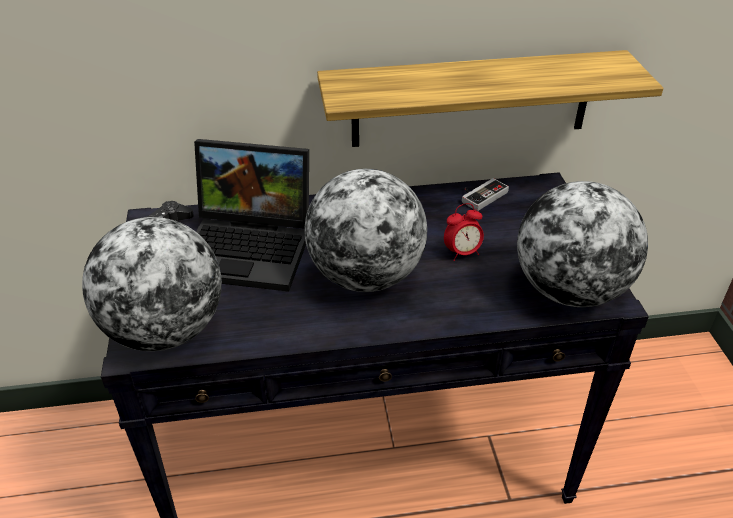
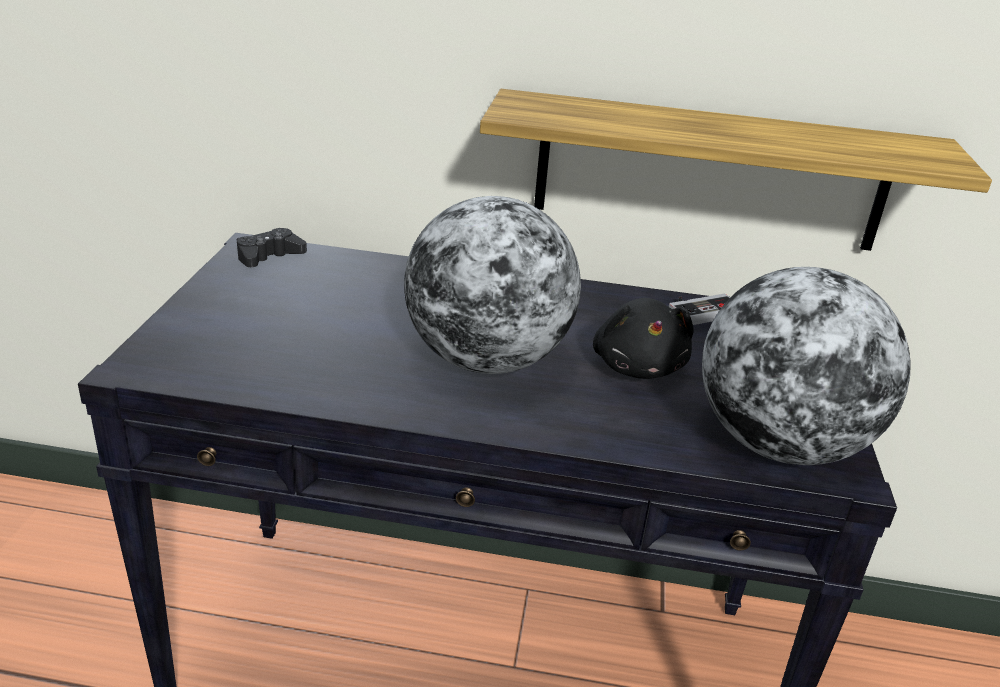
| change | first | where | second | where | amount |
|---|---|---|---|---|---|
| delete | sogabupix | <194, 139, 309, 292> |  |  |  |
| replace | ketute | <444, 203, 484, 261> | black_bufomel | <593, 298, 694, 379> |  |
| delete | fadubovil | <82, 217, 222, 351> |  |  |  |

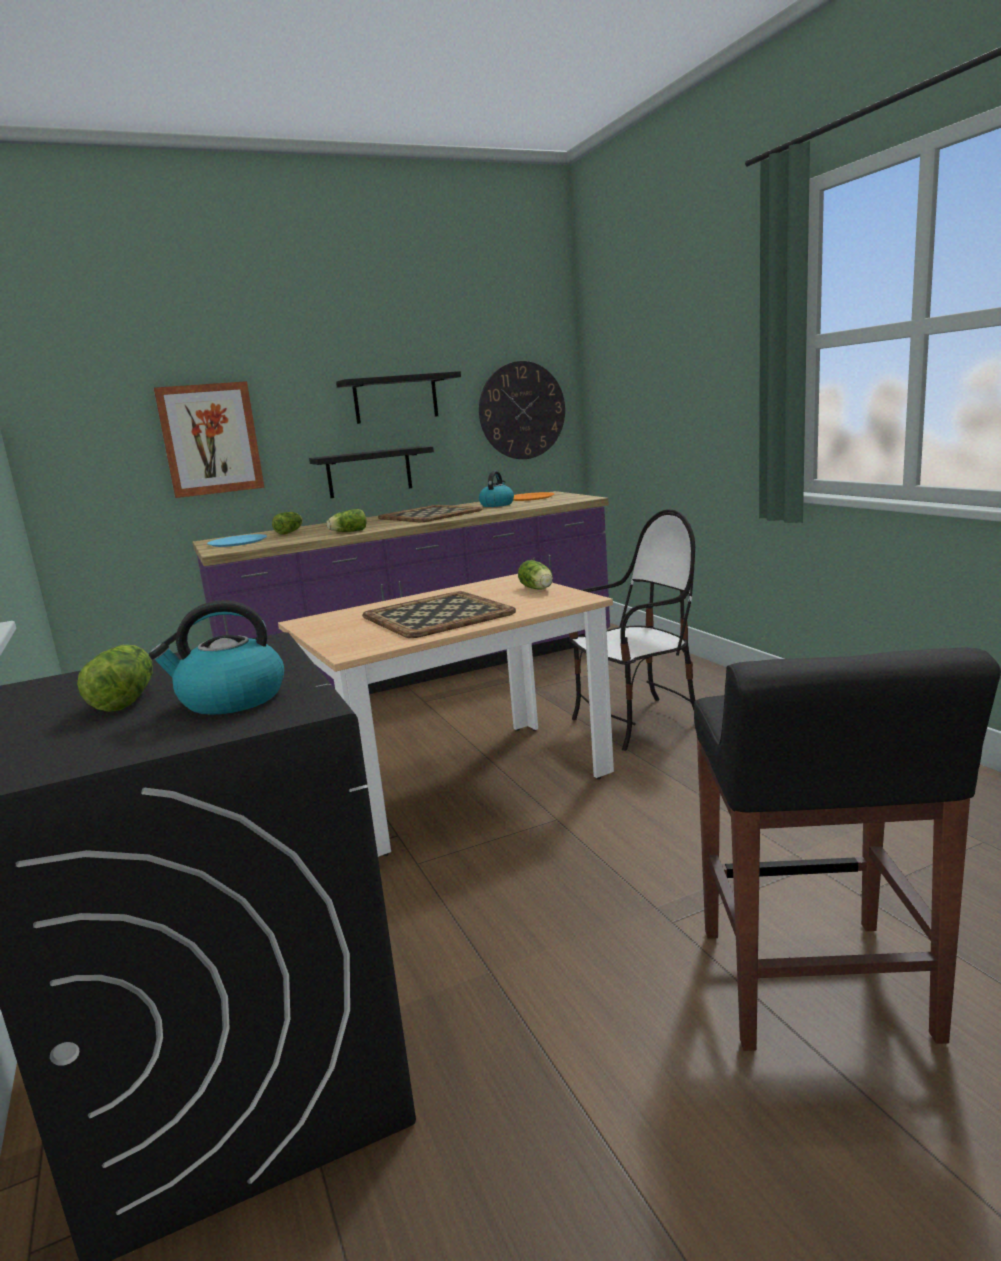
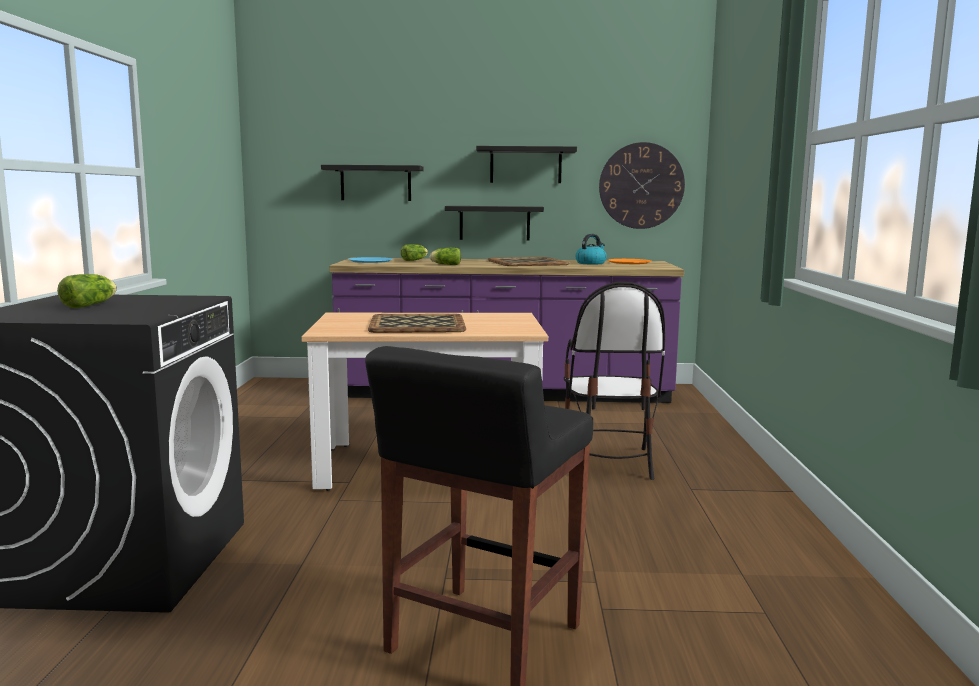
| change | first | where | second | where | amount |
|---|---|---|---|---|---|
| replace | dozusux | <154, 381, 265, 498> | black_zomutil | <321, 165, 424, 201> |  |
| rotate | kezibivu | <569, 509, 696, 751> |  | <564, 282, 665, 480> | 90 degrees clockwise |
| delete | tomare | <518, 560, 553, 590> |  |  |  |
| delete | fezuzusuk | <149, 600, 284, 715> |  |  |  |

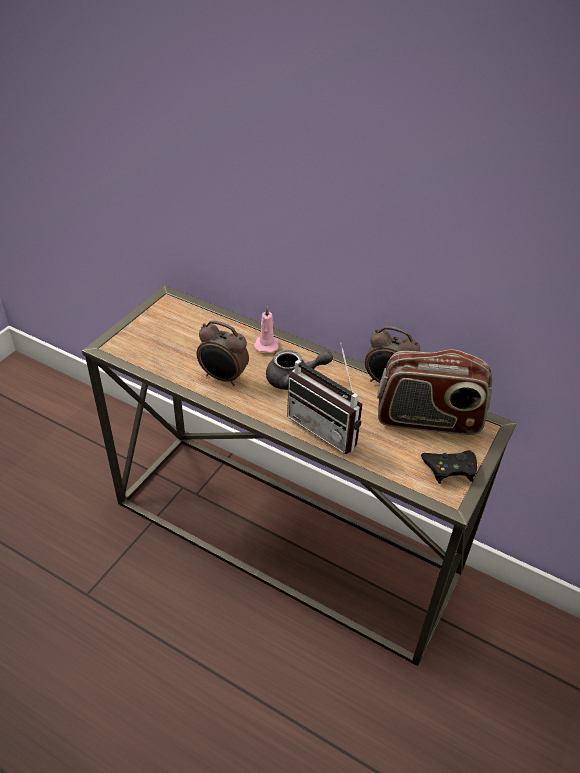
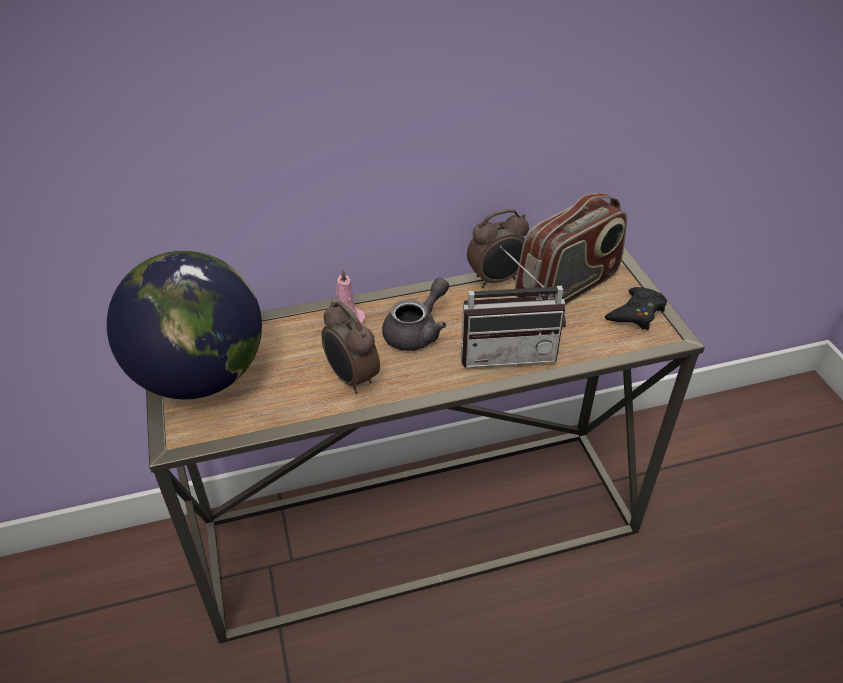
| change | first | where | second | where | amount |
|---|---|---|---|---|---|
| rotate | ketute | <197, 320, 249, 386> |  | <322, 301, 380, 394> | 75 degrees clockwise |
| insert |  |  | fadubovil | <107, 251, 262, 399> |  |

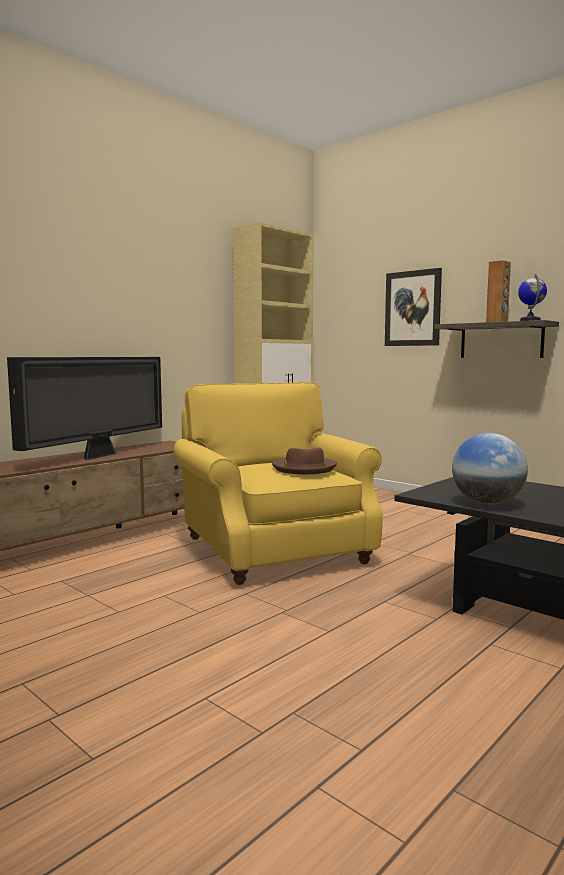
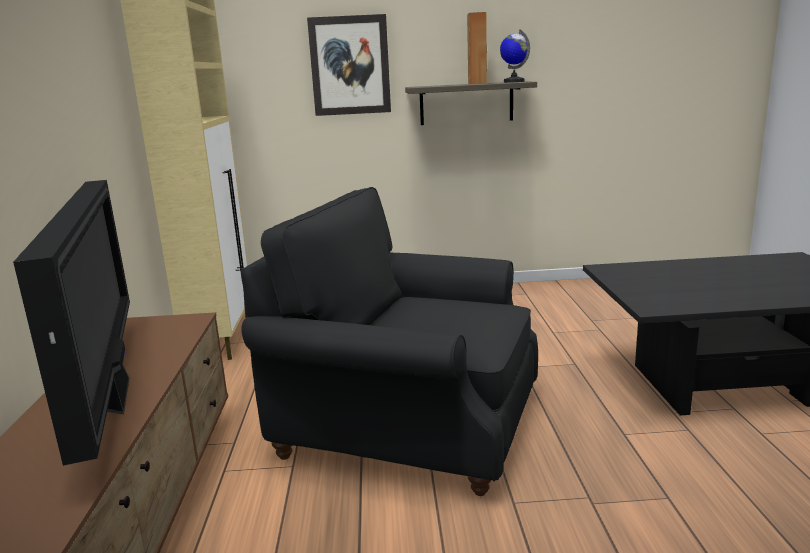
| change | first | where | second | where | amount |
|---|---|---|---|---|---|
| recolor | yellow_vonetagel | <174, 382, 383, 585> | black_vonetagel | <241, 187, 538, 496> |  |
| delete | fadubovil | <452, 433, 528, 505> |  |  |  |
| delete | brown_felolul | <272, 448, 337, 474> |  |  |  |

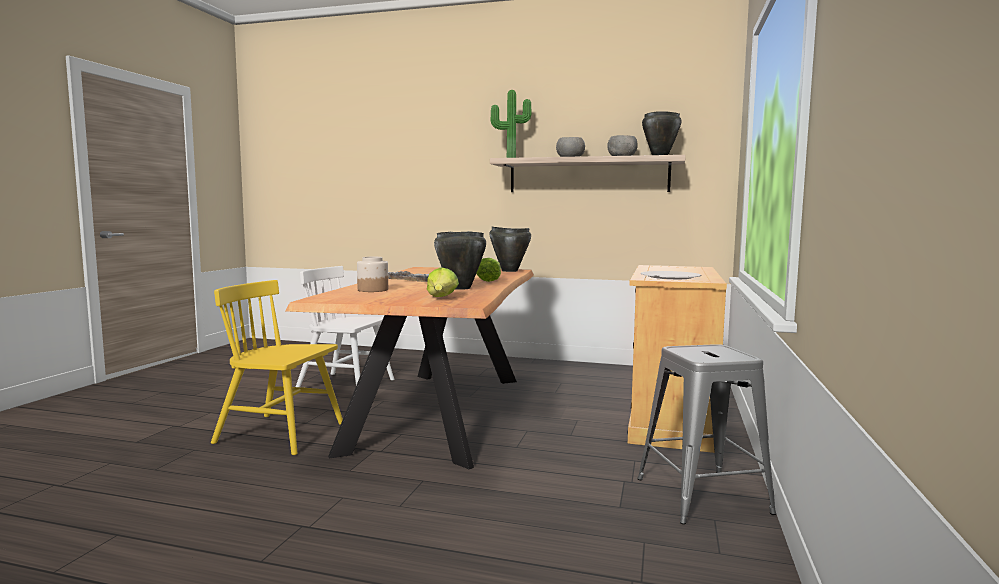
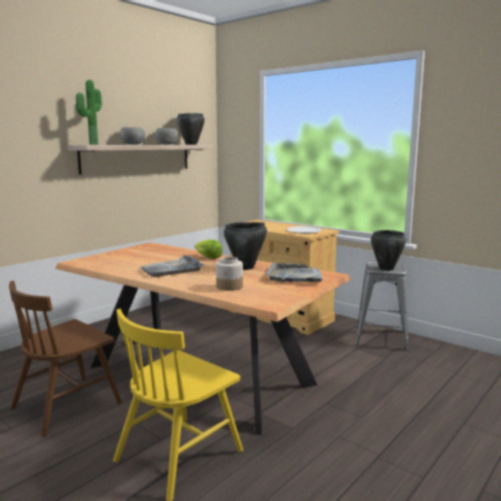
| change | first | where | second | where | amount |
|---|---|---|---|---|---|
| move | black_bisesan | <489, 226, 531, 272> |  | <371, 230, 406, 271> |  |
| recolor | white_kezibivu | <296, 266, 394, 387> | brown_kezibivu | <9, 281, 122, 437> |  |
| replace | tomare | <427, 267, 459, 297> | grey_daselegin | <266, 263, 323, 282> |  |

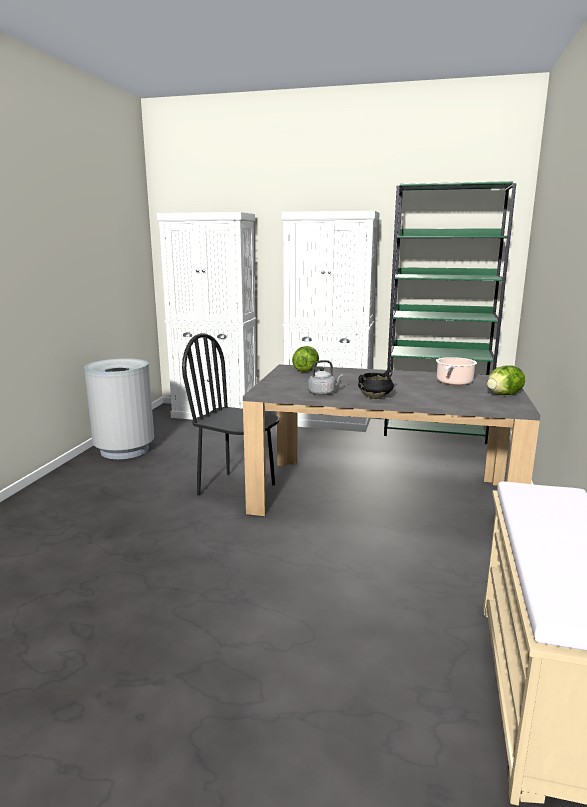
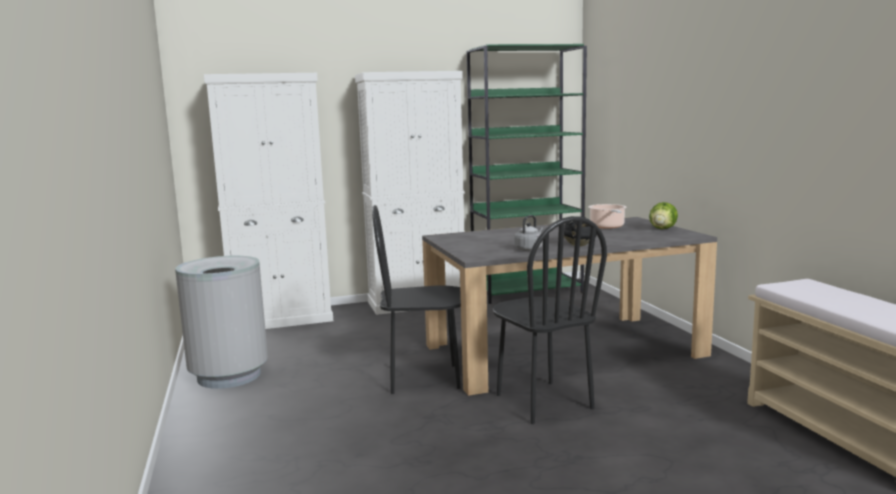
| change | first | where | second | where | amount |
|---|---|---|---|---|---|
| delete | tomare | <292, 346, 319, 372> |  |  |  |
| insert |  |  | black_kezibivu | <493, 216, 607, 424> |  |

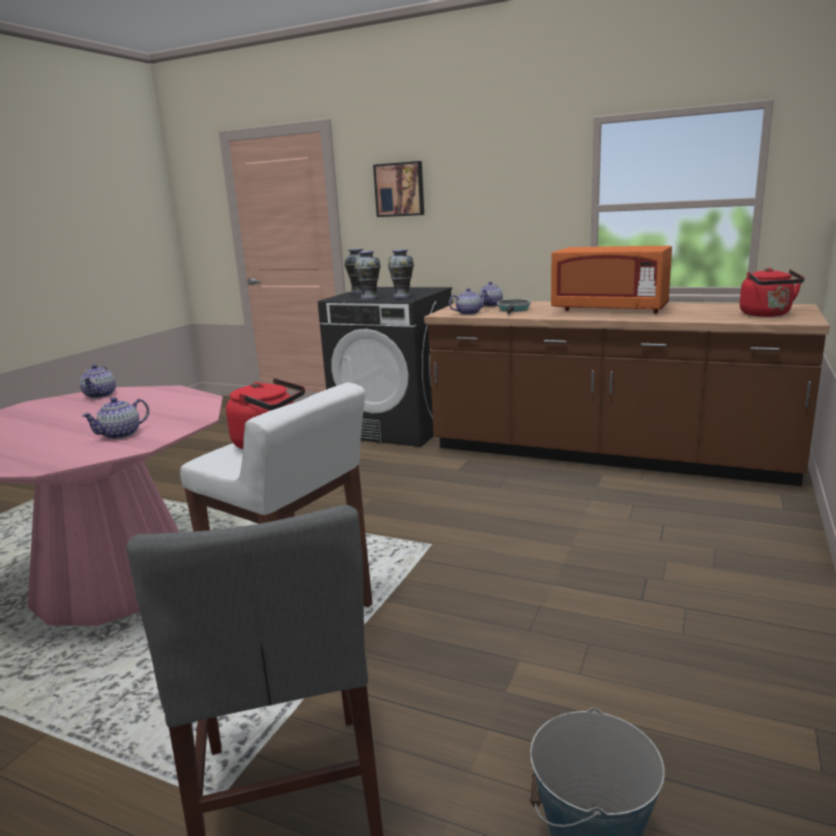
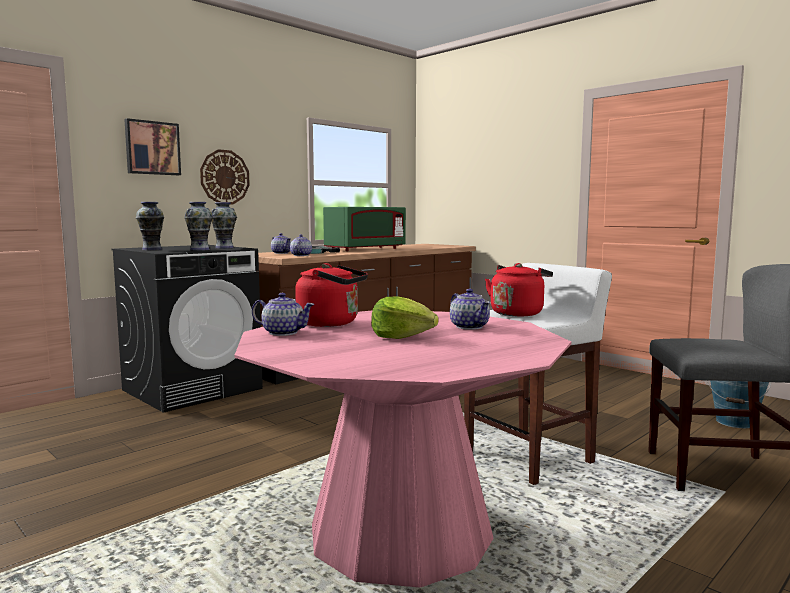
| change | first | where | second | where | amount |
|---|---|---|---|---|---|
| recolor | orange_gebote | <551, 246, 672, 313> | green_gebote | <323, 207, 406, 251> |  |
| move | red_fezuzusuk | <739, 267, 805, 317> |  | <295, 263, 368, 327> |  |
| insert |  |  | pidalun | <200, 149, 250, 205> |  |
| insert |  |  | tomare | <371, 296, 439, 339> |  |

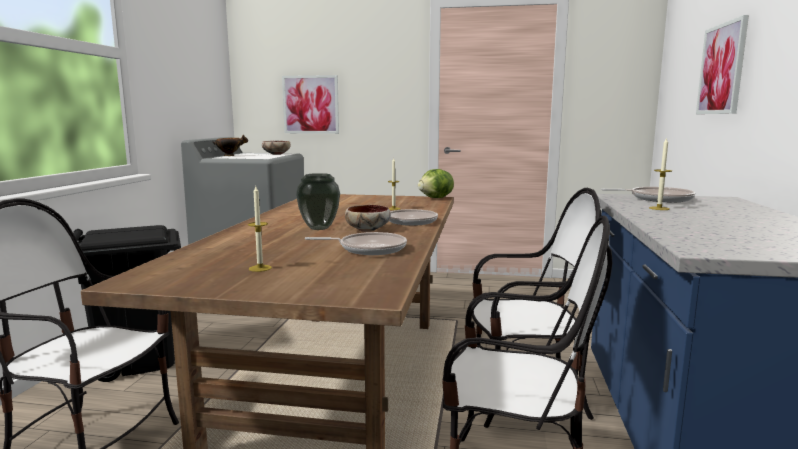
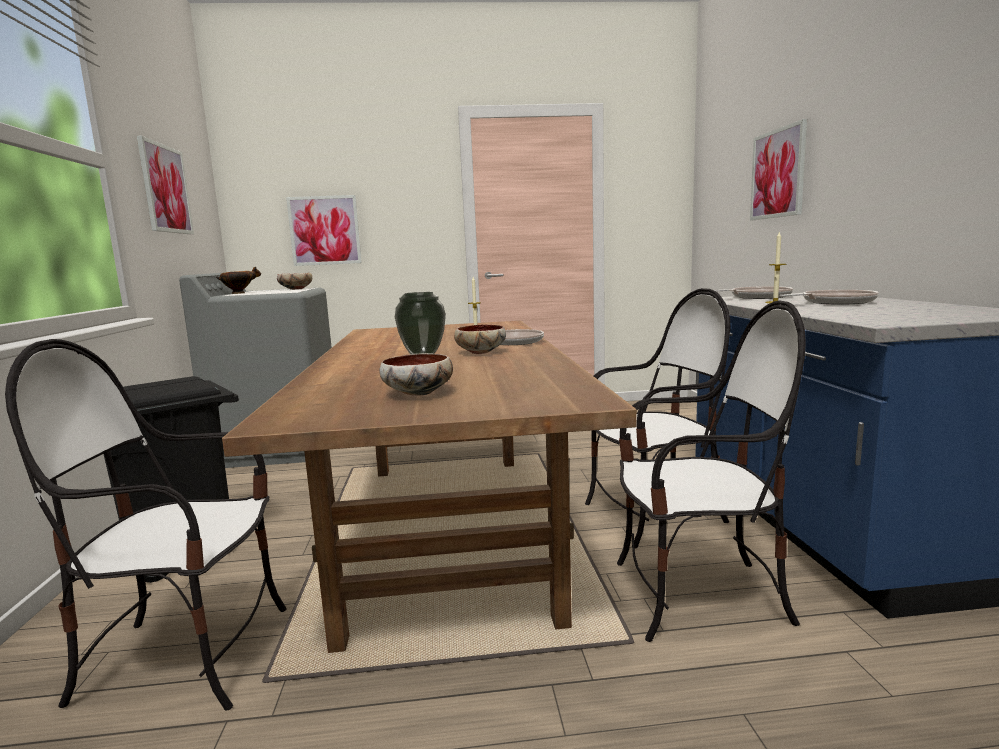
| change | first | where | second | where | amount |
|---|---|---|---|---|---|
| delete | tomare | <418, 169, 454, 198> |  |  |  |
| replace | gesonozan | <248, 186, 272, 272> | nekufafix | <379, 354, 453, 396> |  |
| move | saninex | <305, 232, 407, 255> |  | <780, 290, 879, 305> |  |
| insert |  |  | dozusux | <137, 136, 194, 234> |  |

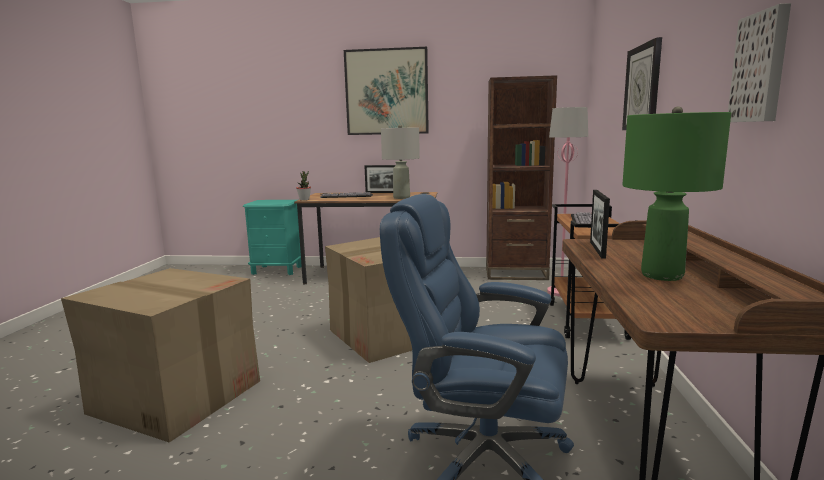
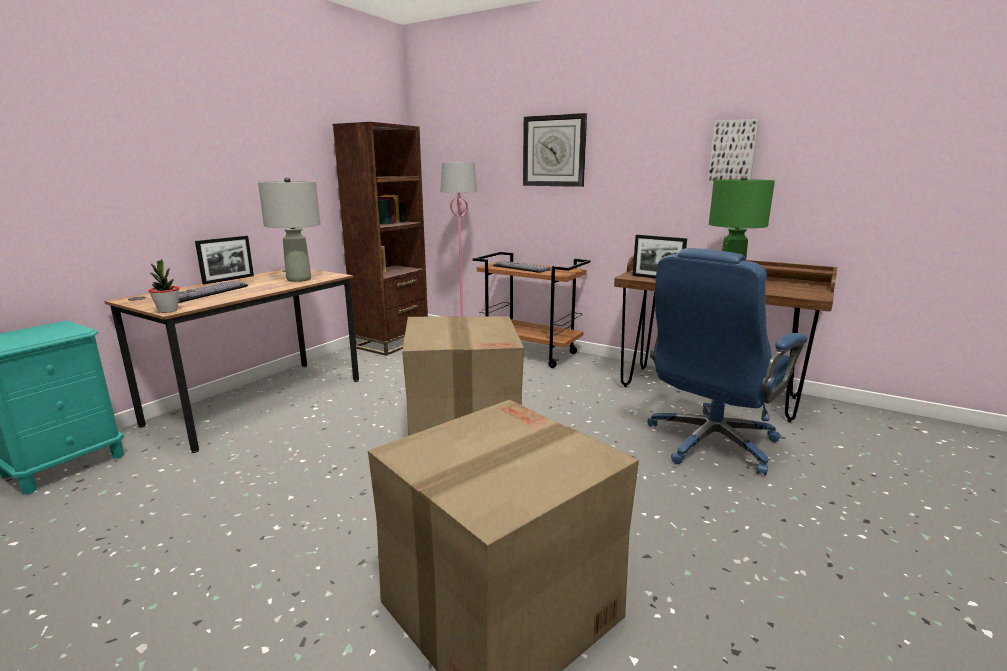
| change | first | where | second | where | amount |
|---|---|---|---|---|---|
| delete | dozusux | <344, 47, 429, 135> |  |  |  |

